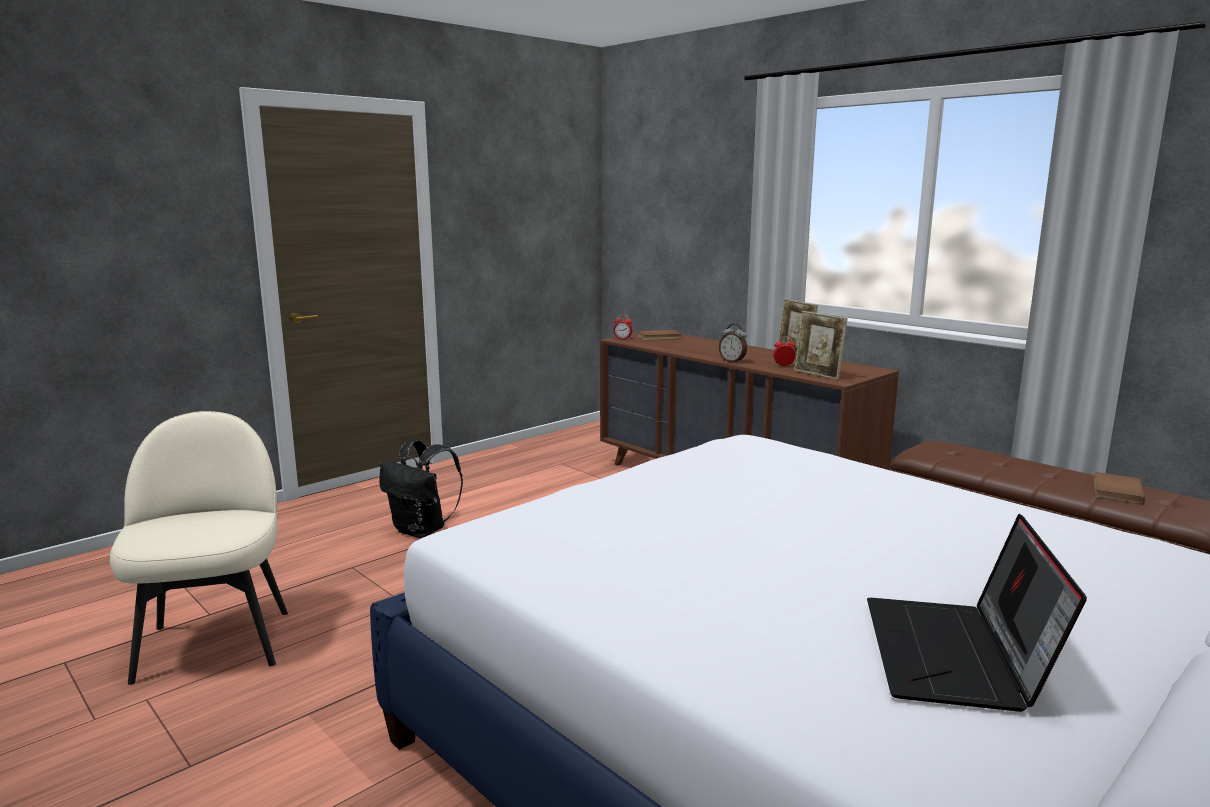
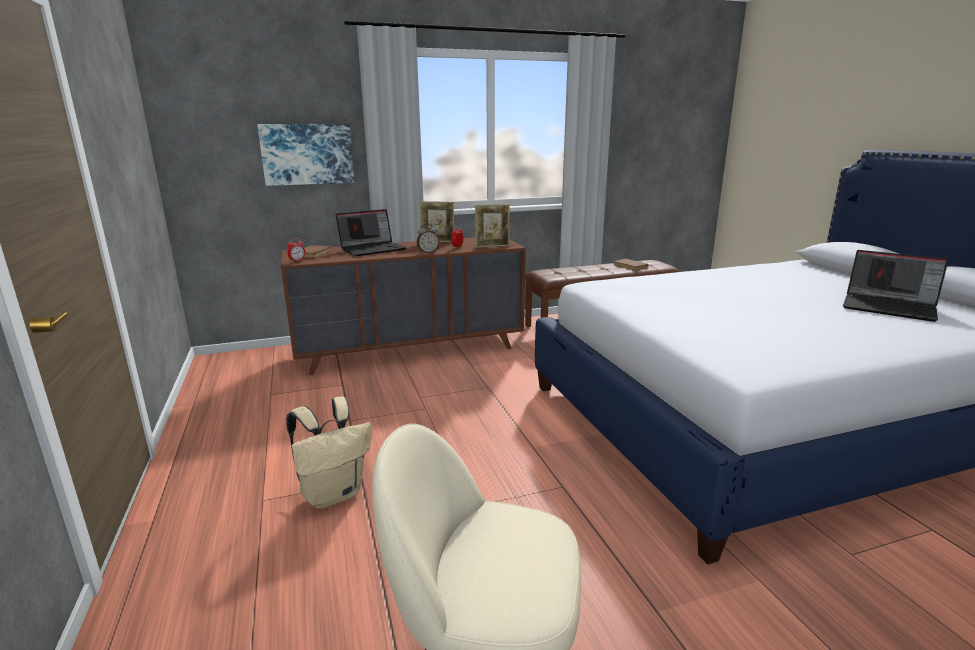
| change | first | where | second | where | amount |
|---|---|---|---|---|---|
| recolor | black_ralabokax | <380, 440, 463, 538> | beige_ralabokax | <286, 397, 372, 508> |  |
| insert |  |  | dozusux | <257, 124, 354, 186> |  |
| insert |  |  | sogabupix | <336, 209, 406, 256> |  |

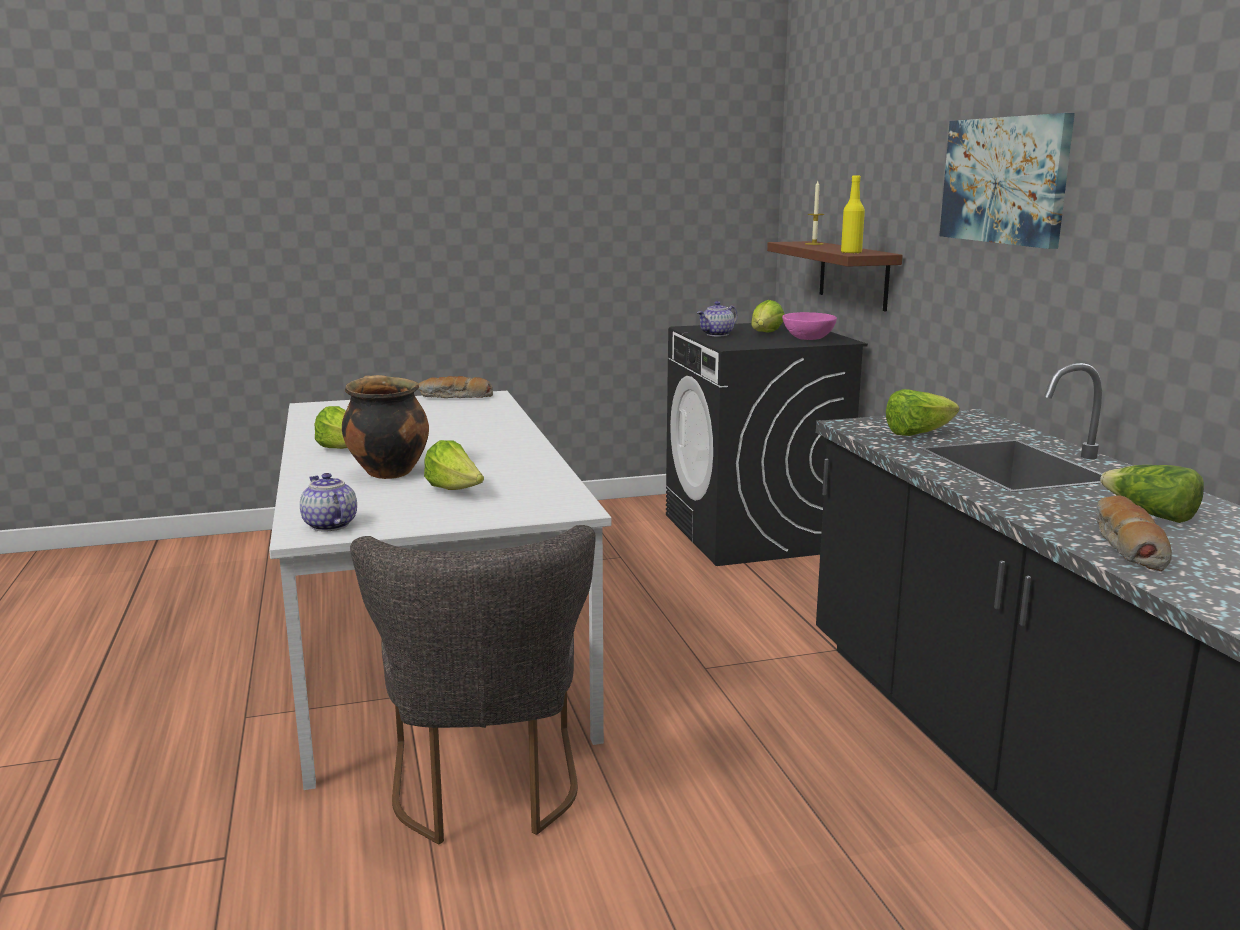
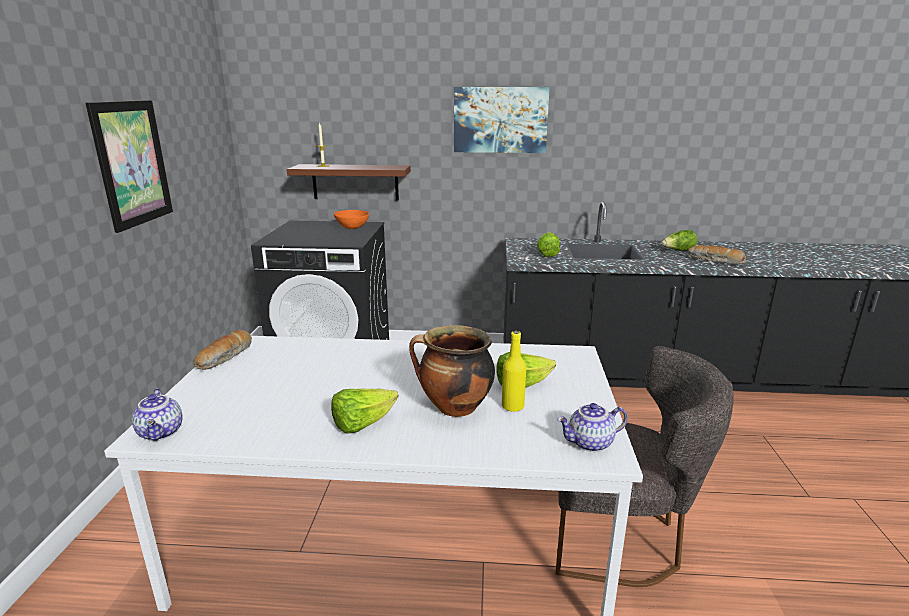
| change | first | where | second | where | amount |
|---|---|---|---|---|---|
| move | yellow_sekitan | <841, 175, 865, 254> |  | <502, 331, 526, 412> |  |
| delete | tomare | <751, 300, 784, 333> |  |  |  |
| move | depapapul | <697, 301, 738, 336> |  | <132, 388, 183, 441> |  |
| recolor | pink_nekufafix | <782, 312, 837, 340> | orange_nekufafix | <334, 210, 369, 229> |  |
| insert |  |  | dozusux | <86, 100, 173, 233> |  |

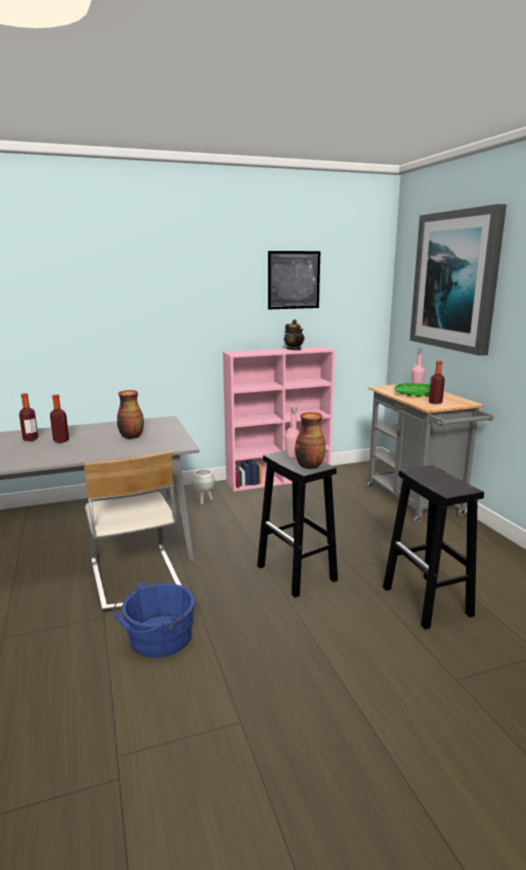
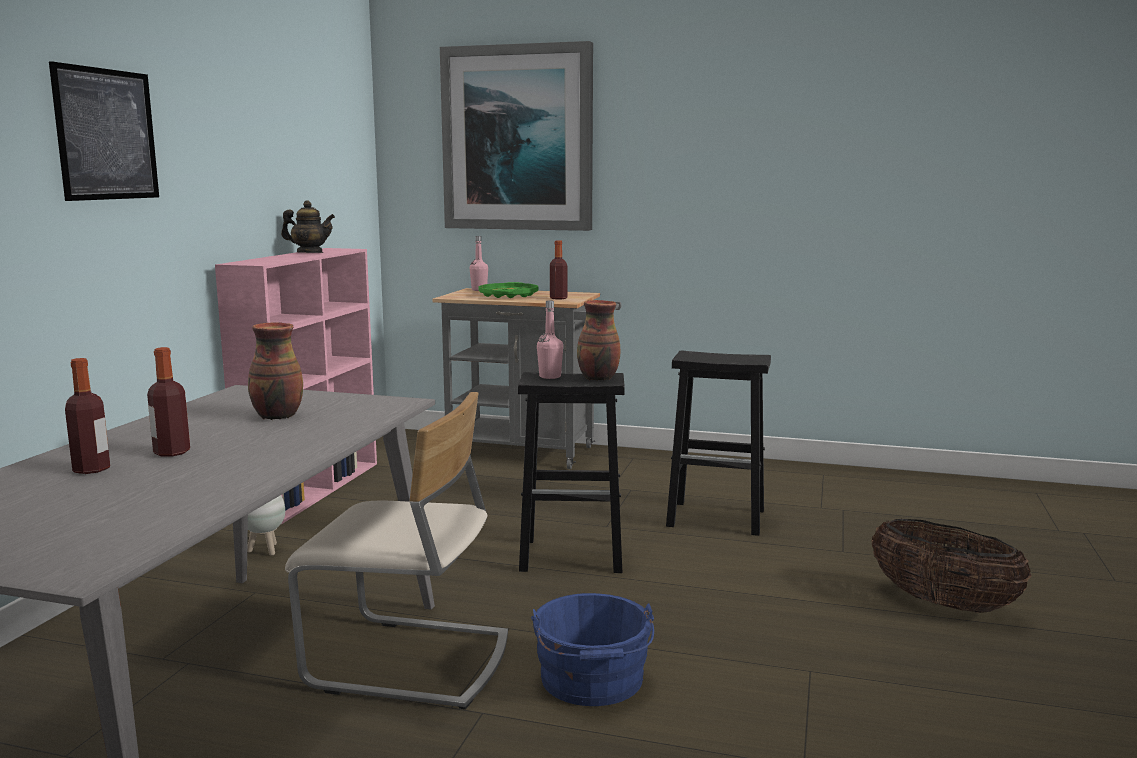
| change | first | where | second | where | amount |
|---|---|---|---|---|---|
| move | dozusux | <268, 251, 320, 309> |  | <49, 61, 159, 201> |  |
| insert |  |  | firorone | <871, 519, 1032, 613> |  |

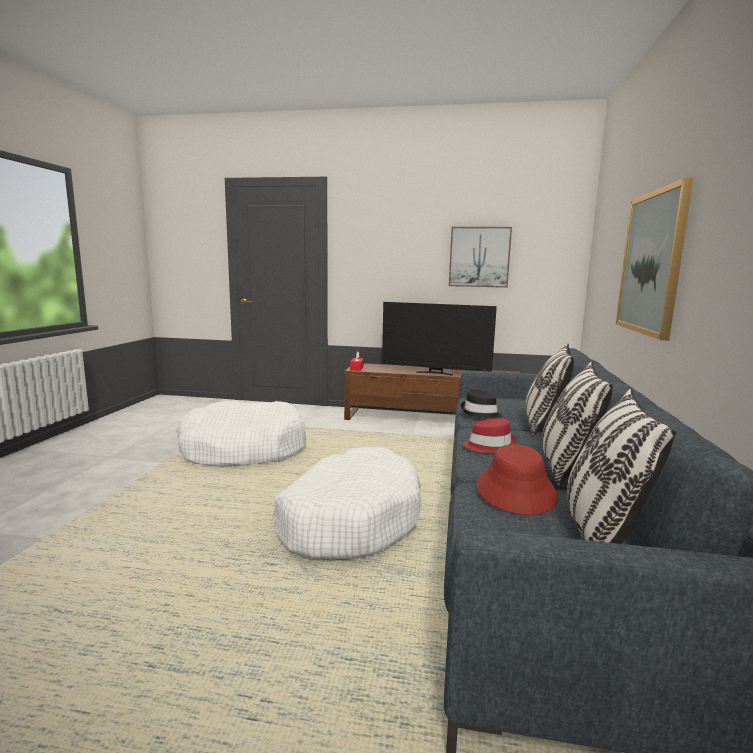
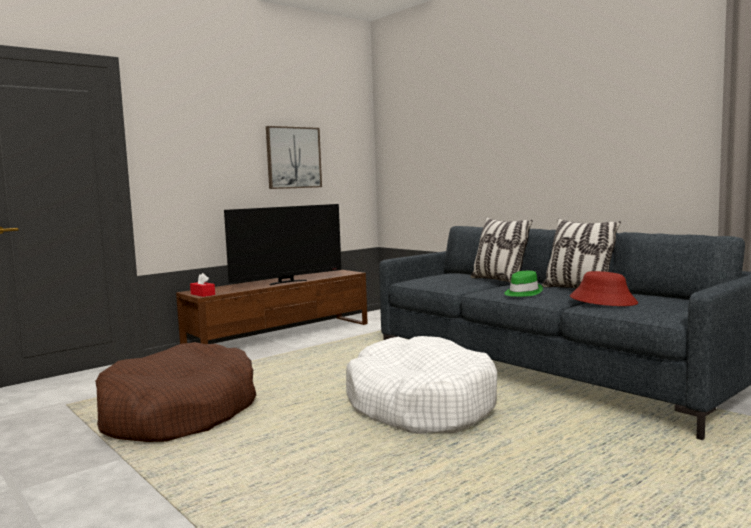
| change | first | where | second | where | amount |
|---|---|---|---|---|---|
| delete | dozusux | <616, 178, 693, 341> |  |  |  |
| delete | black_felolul | <461, 389, 503, 419> |  |  |  |
| delete | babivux | <567, 389, 676, 544> |  |  |  |
| recolor | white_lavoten | <176, 401, 306, 467> | brown_lavoten | <95, 342, 256, 442> |  |
| recolor | red_felolul | <463, 418, 517, 453> | green_felolul | <504, 271, 543, 297> |  |

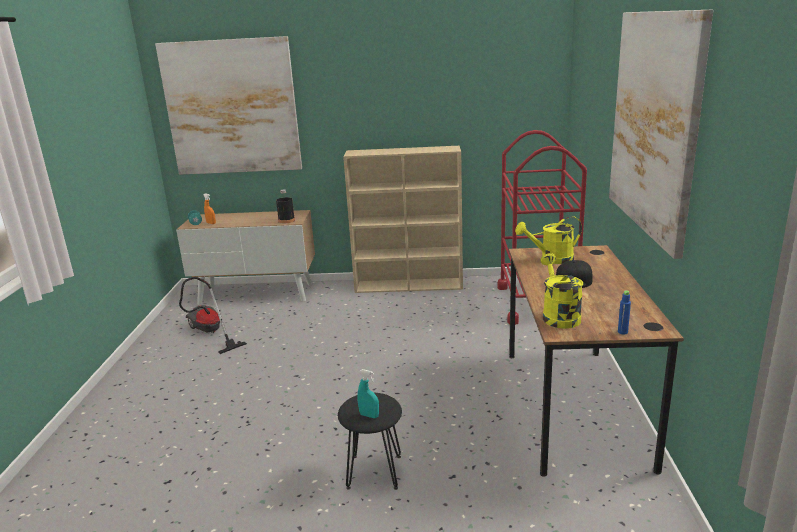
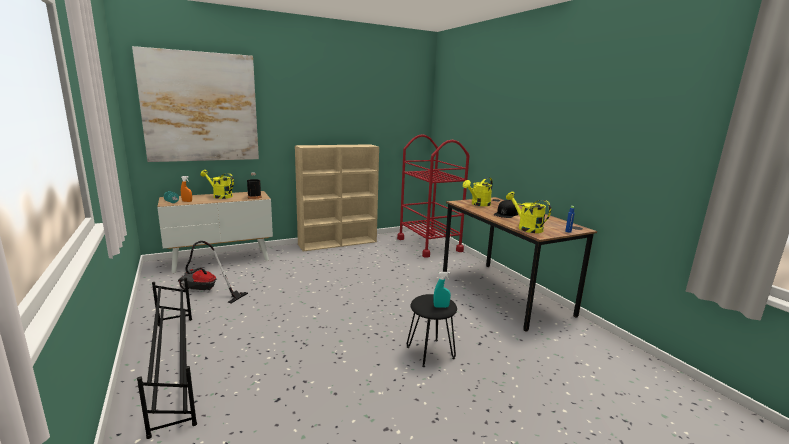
| change | first | where | second | where | amount |
|---|---|---|---|---|---|
| delete | dozusux | <609, 10, 713, 259> |  |  |  |
| insert |  |  | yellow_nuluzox | <200, 170, 234, 199> |  |
| insert |  |  | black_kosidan | <137, 277, 197, 439> |  |

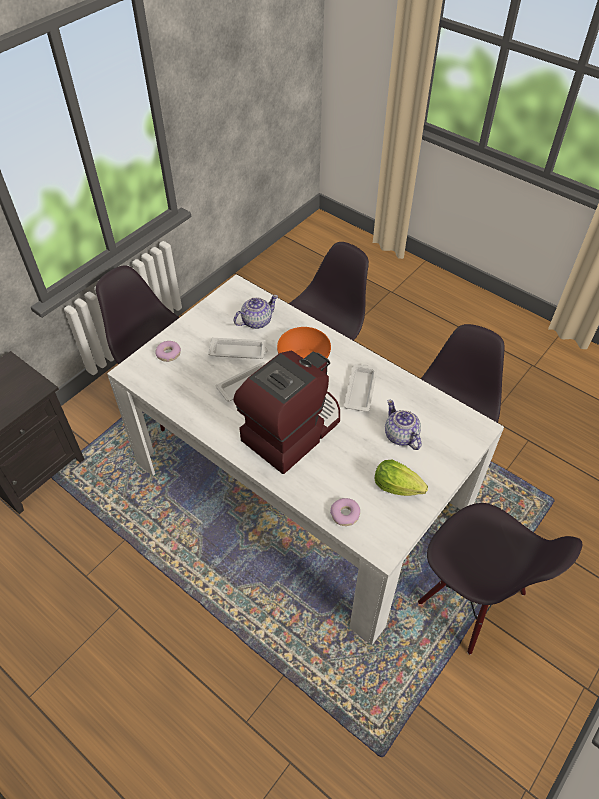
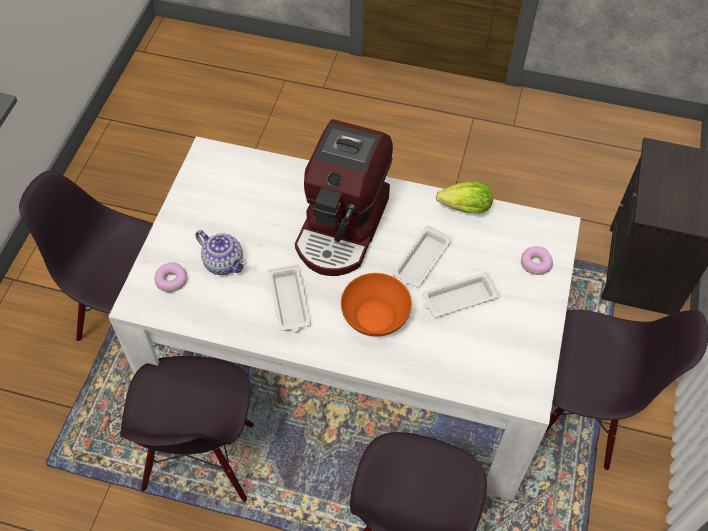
| change | first | where | second | where | amount |
|---|---|---|---|---|---|
| delete | depapapul | <234, 295, 278, 329> |  |  |  |
| move | tomare | <374, 459, 428, 496> |  | <436, 182, 493, 213> |  |
| move | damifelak | <330, 498, 360, 526> |  | <154, 262, 188, 292> |  |

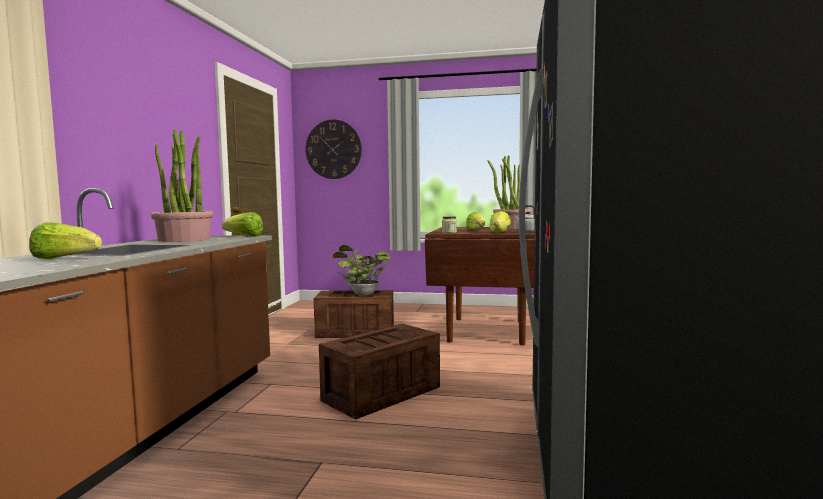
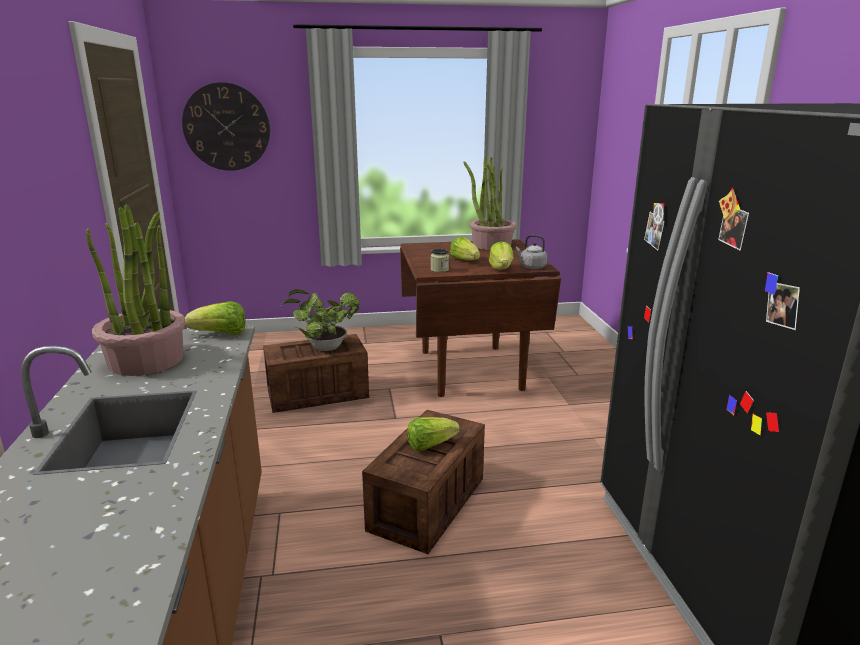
| change | first | where | second | where | amount |
|---|---|---|---|---|---|
| move | tomare | <29, 222, 102, 259> |  | <407, 417, 460, 451> |  |

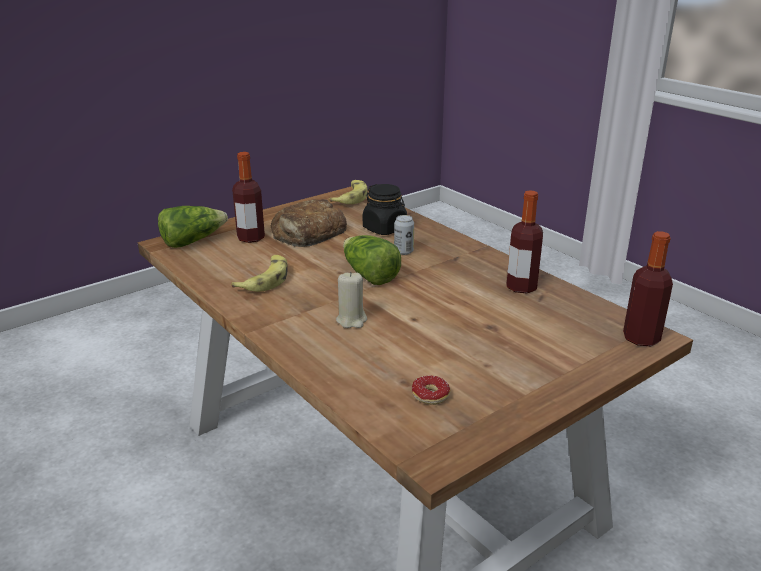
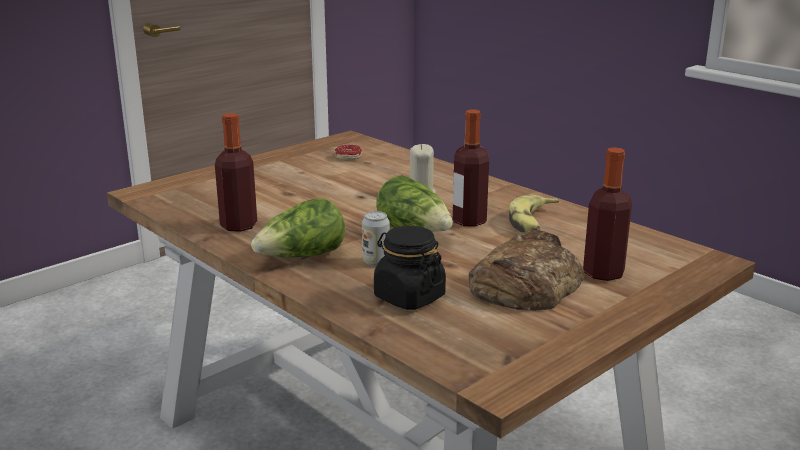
| change | first | where | second | where | amount |
|---|---|---|---|---|---|
| delete | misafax | <329, 180, 368, 204> |  |  |  |
| move | tomare | <158, 206, 228, 248> |  | <251, 198, 345, 257> |  |
| move | sekitan | <623, 231, 673, 346> |  | <453, 110, 489, 227> |  |

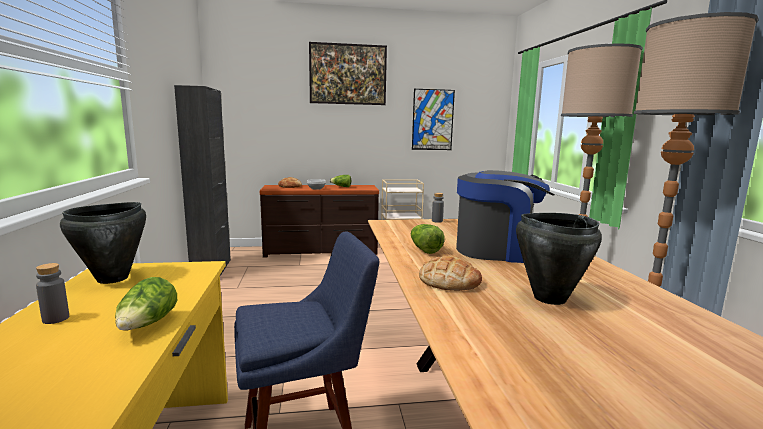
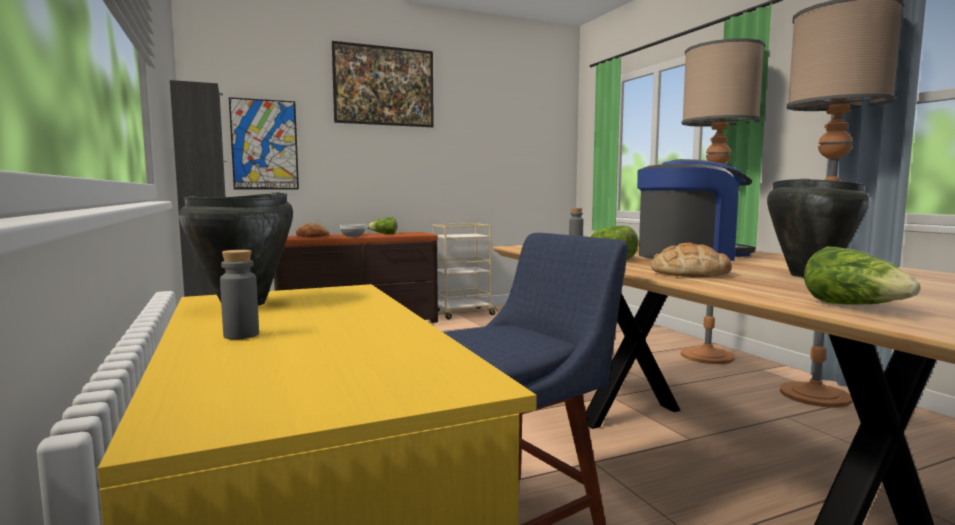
| change | first | where | second | where | amount |
|---|---|---|---|---|---|
| move | dozusux | <412, 89, 455, 150> |  | <229, 97, 299, 190> |  |
| move | tomare | <115, 277, 177, 331> |  | <804, 247, 921, 305> |  |

